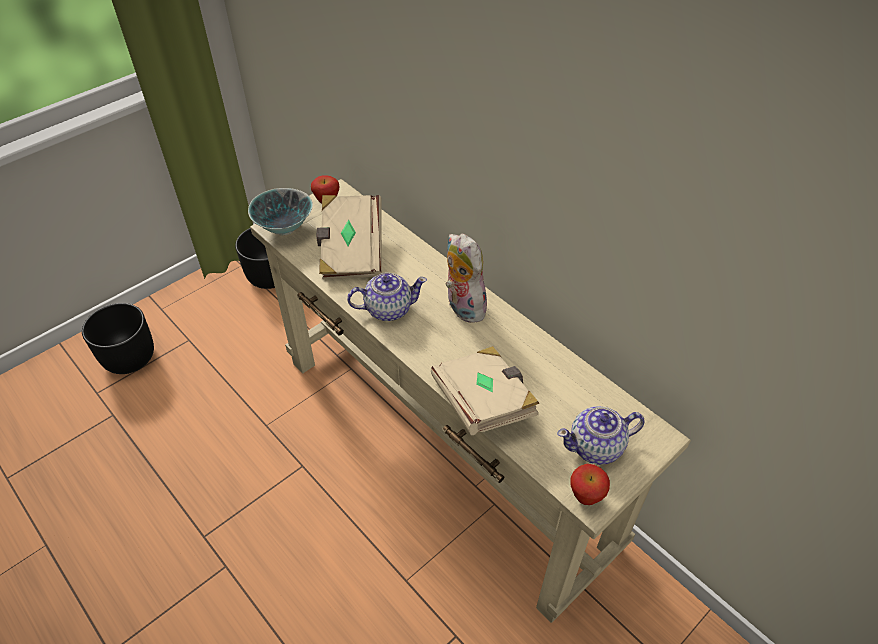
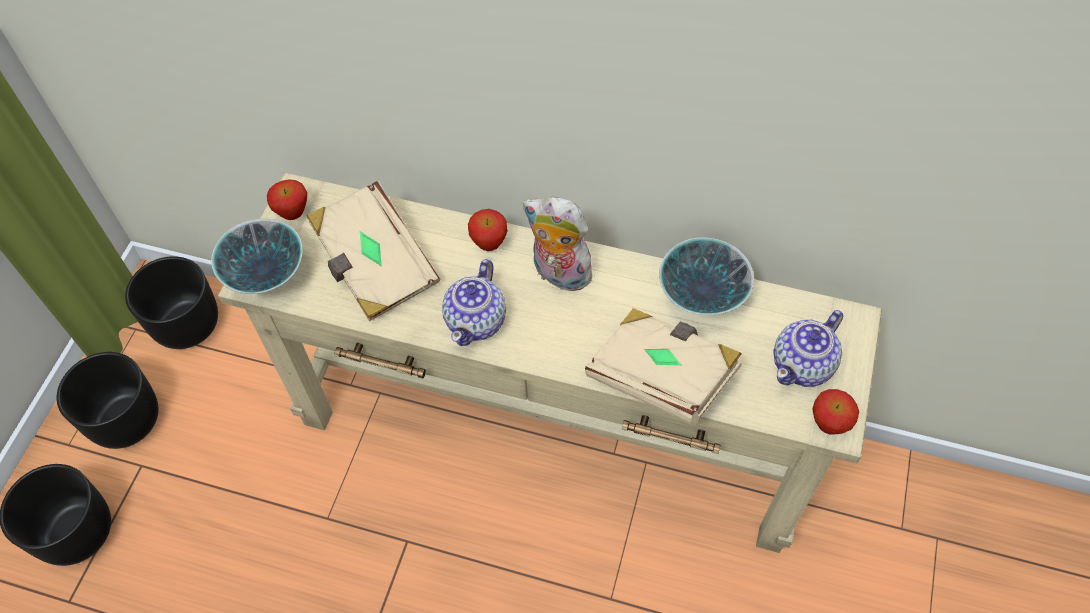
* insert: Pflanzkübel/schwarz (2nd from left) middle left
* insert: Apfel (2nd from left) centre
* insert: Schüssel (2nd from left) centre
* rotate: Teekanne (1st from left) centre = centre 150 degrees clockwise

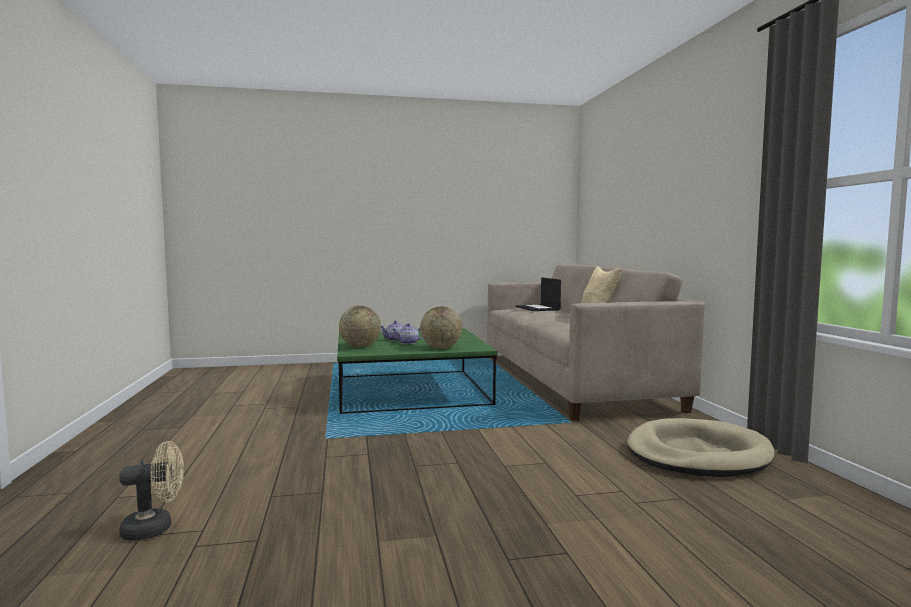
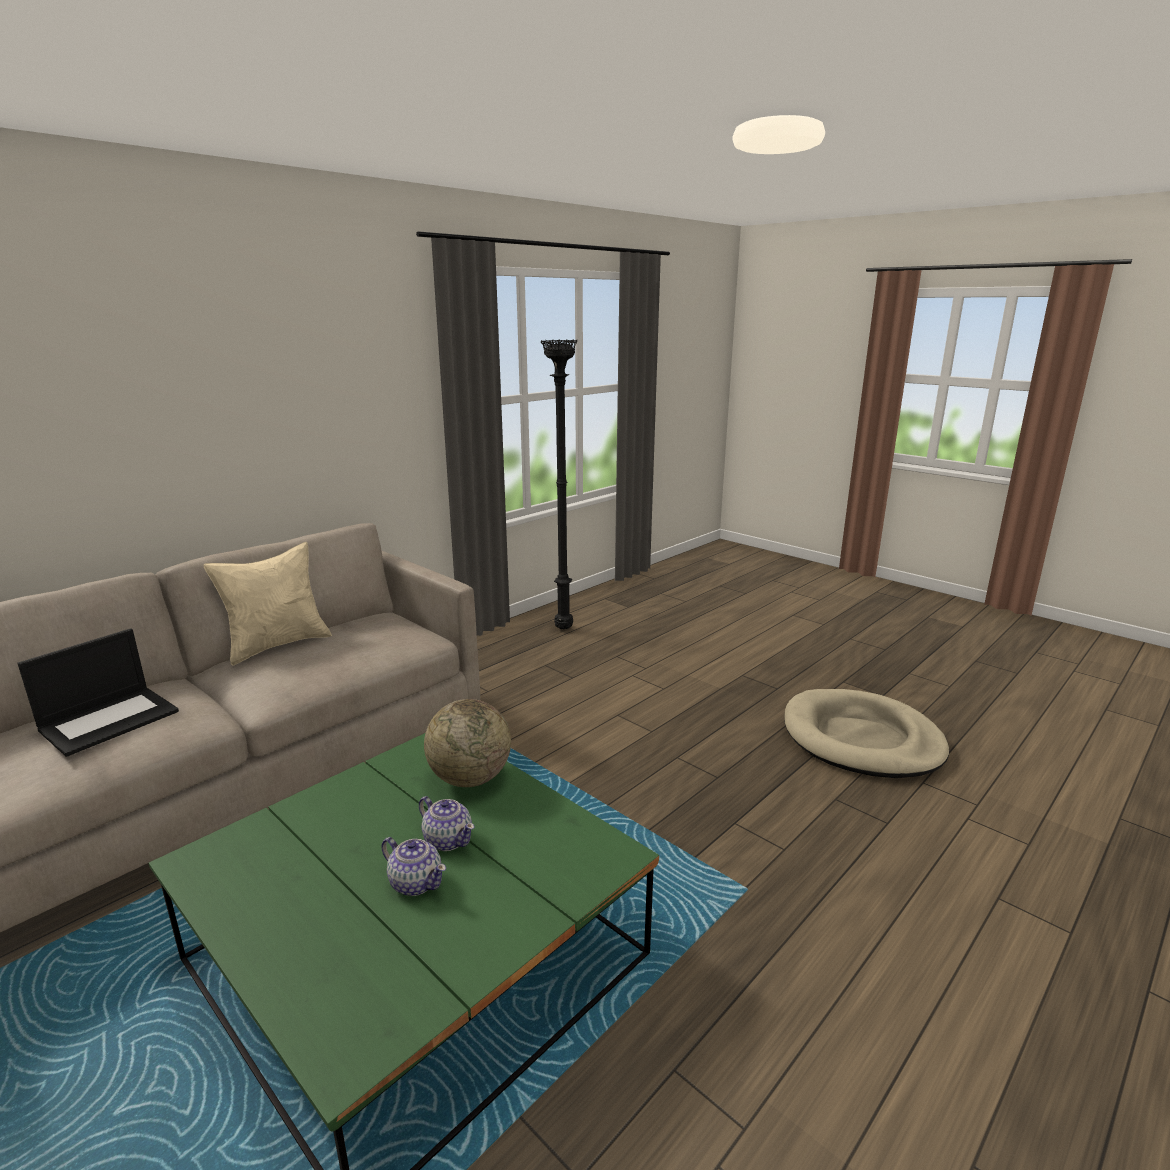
* delete: Ventilator/beige bottom left
* delete: Globus (1st from left) centre
* insert: Stehlampe/schwarz centre
* move: Hundebett/beige bottom right to middle right

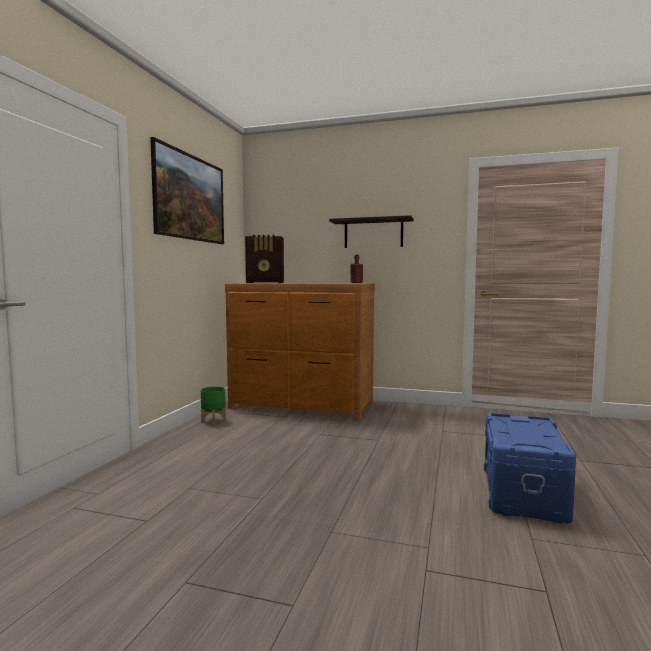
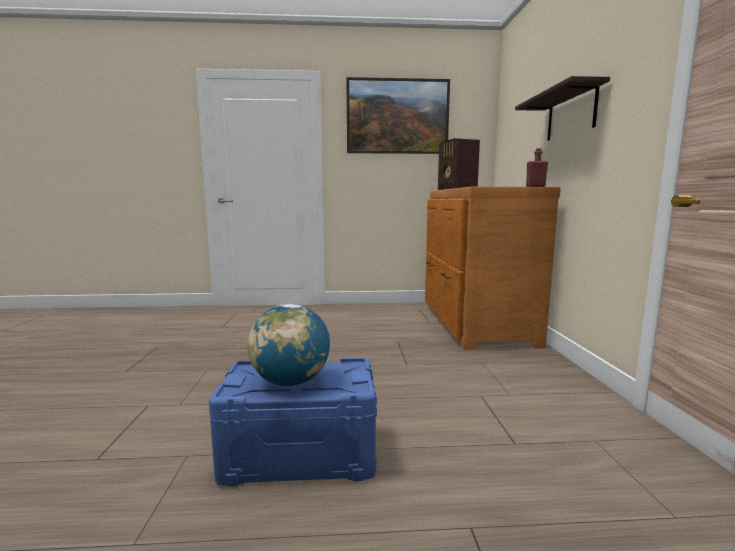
* delete: Pflanzkübel/grün middle left
* insert: Globus centre

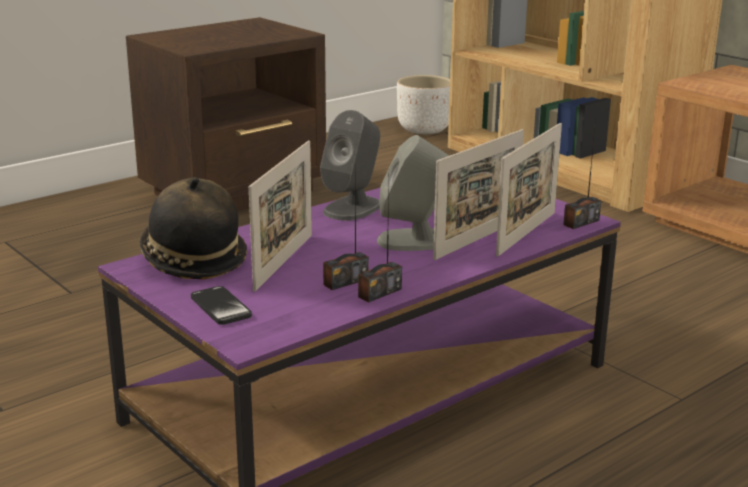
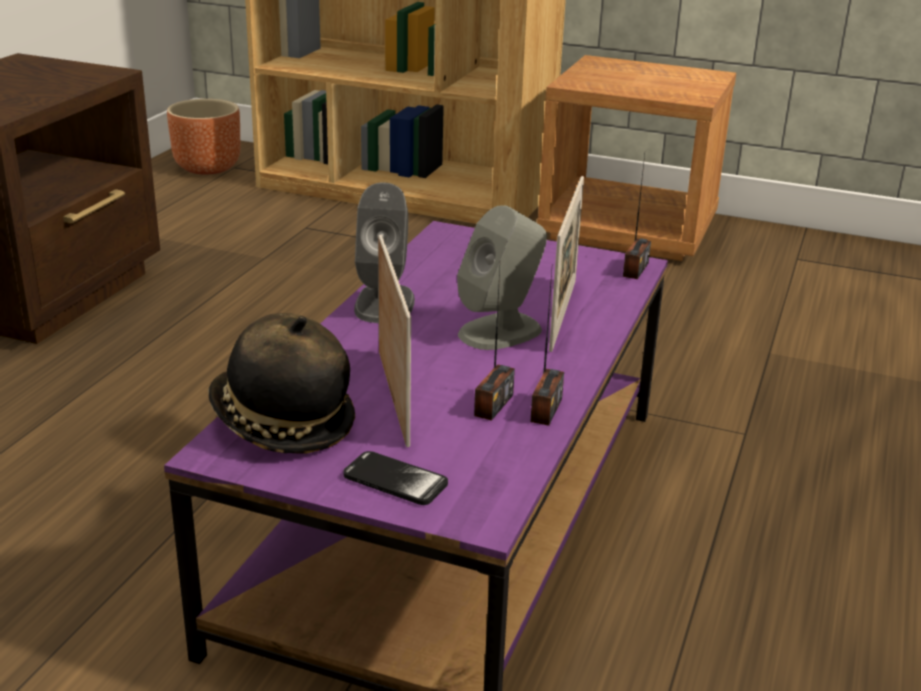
* delete: Bilderrahmen (3rd from left) middle right
* recolor: Pflanzkübel/weiß top centre to Pflanzkübel/braun top left

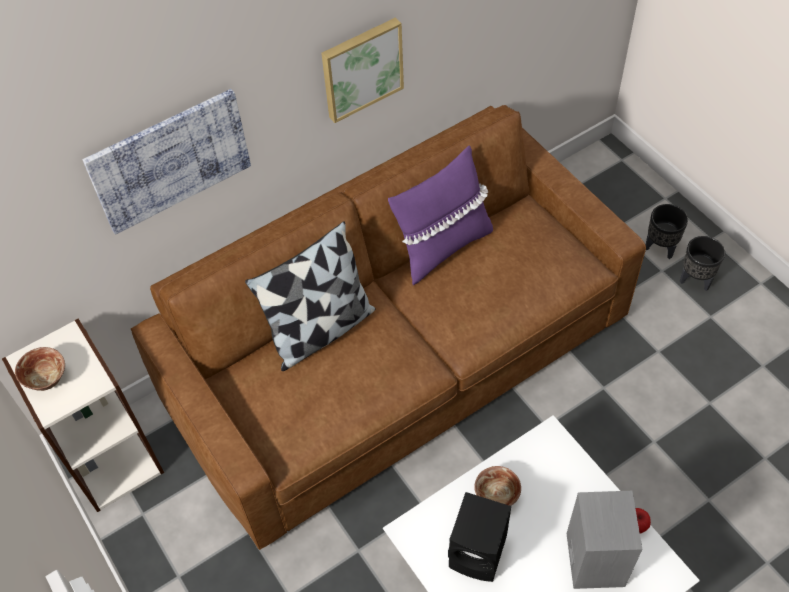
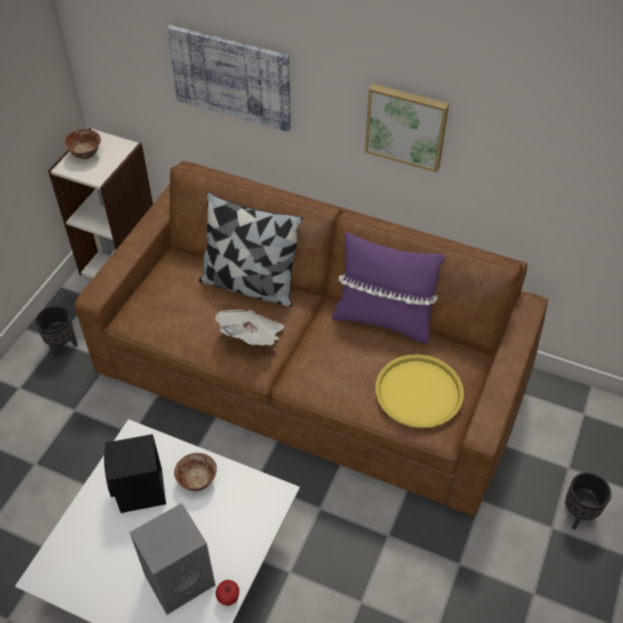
* insert: Zeitung centre
* insert: Tablett/gelb middle right
* move: Pflanzkübel/schwarz (2nd from left in the first image) middle right to Pflanzkübel/schwarz (1st from left) middle left

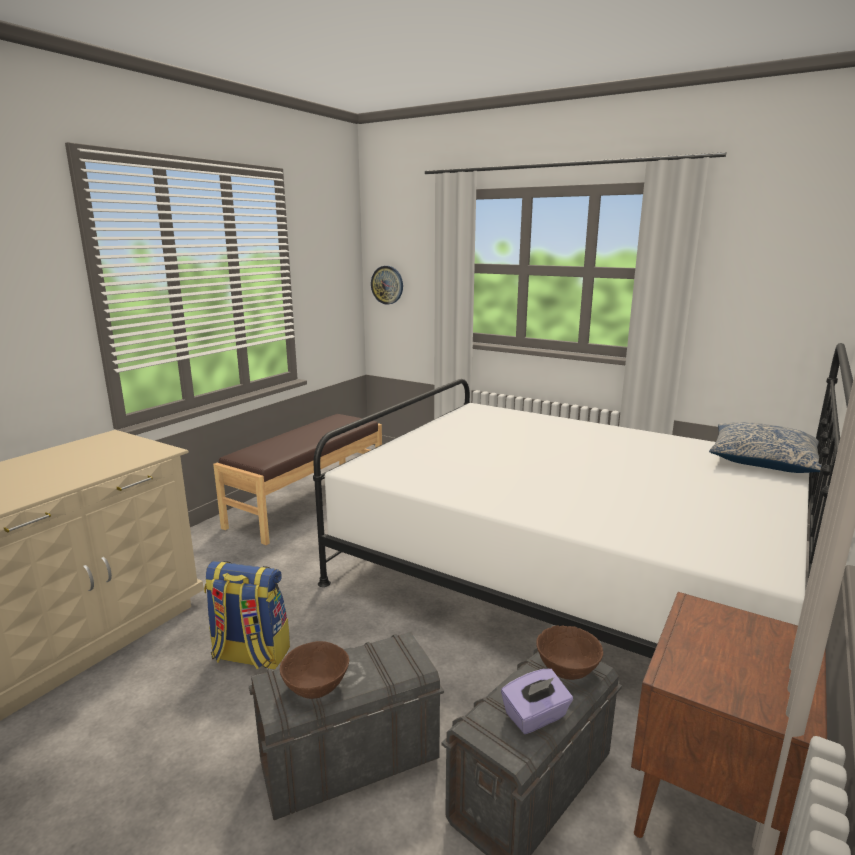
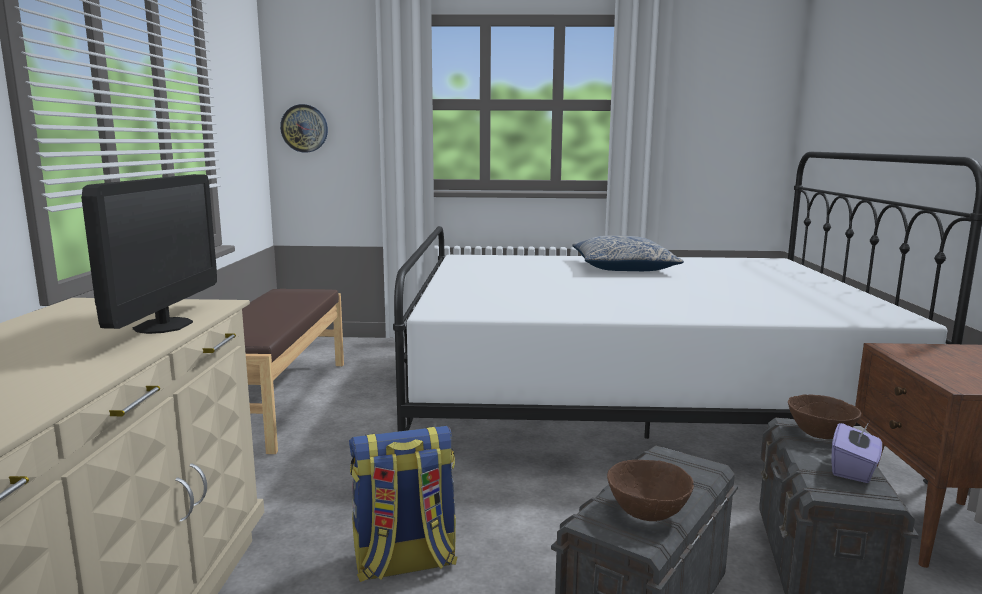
* insert: Monitor middle left
* move: Kissen middle right to centre

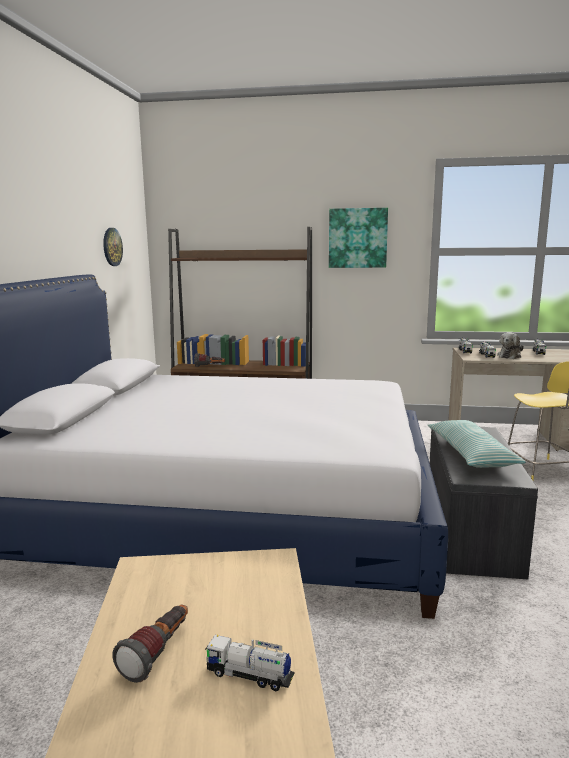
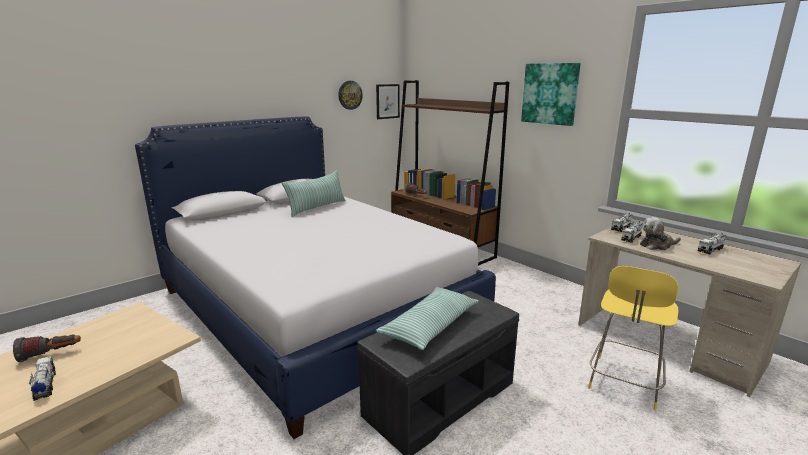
* insert: Kissen (1st from left) centre
* insert: Bild (1st from left) top centre

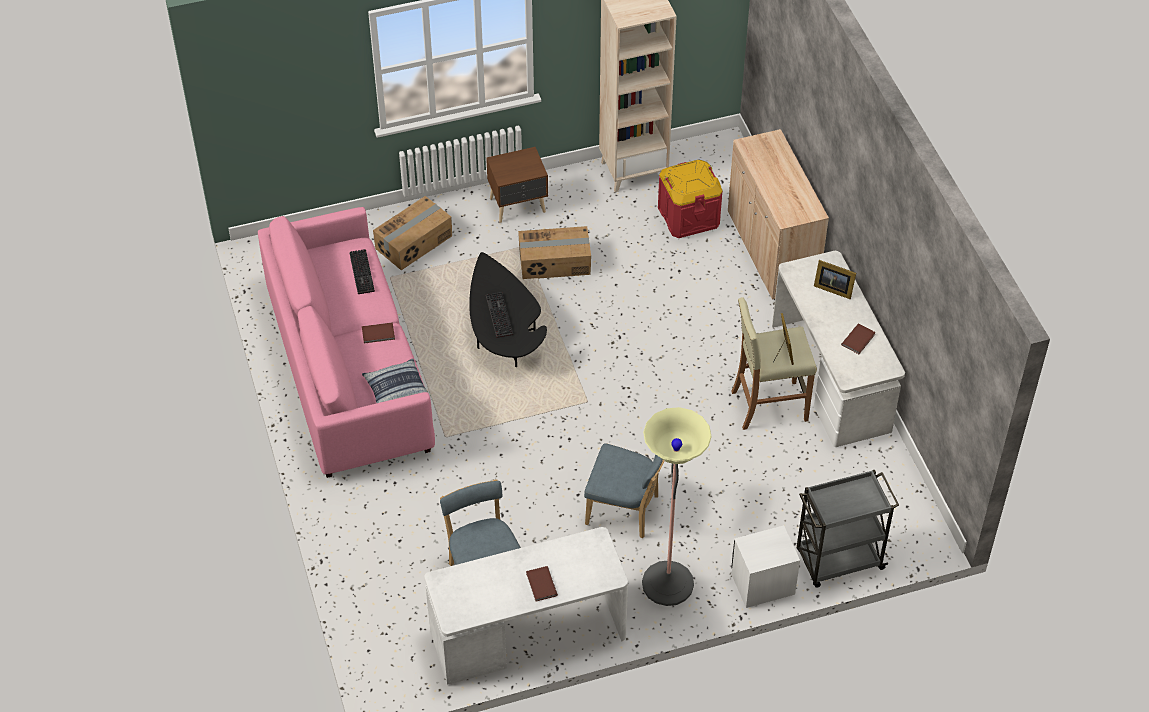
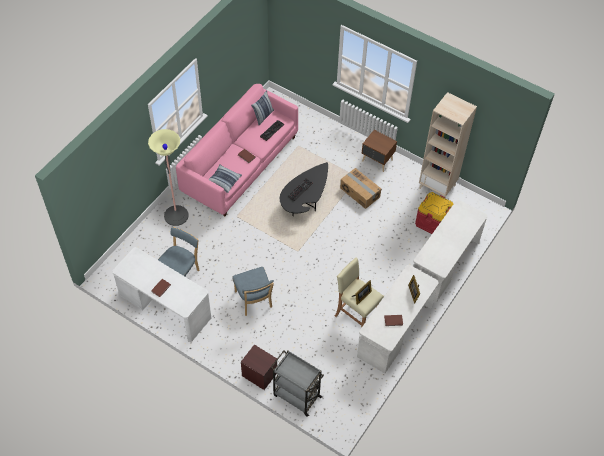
* delete: Karton (1st from left) top centre
* insert: Kissen (2nd from left) top centre
* move: Stehlampe bottom centre to middle left
* replace: Schrank/beige top right to Schreibtisch/weiß (3rd from left) middle right
* recolor: Nachttisch/weiß bottom centre to Nachttisch/braun (1st from left) bottom centre

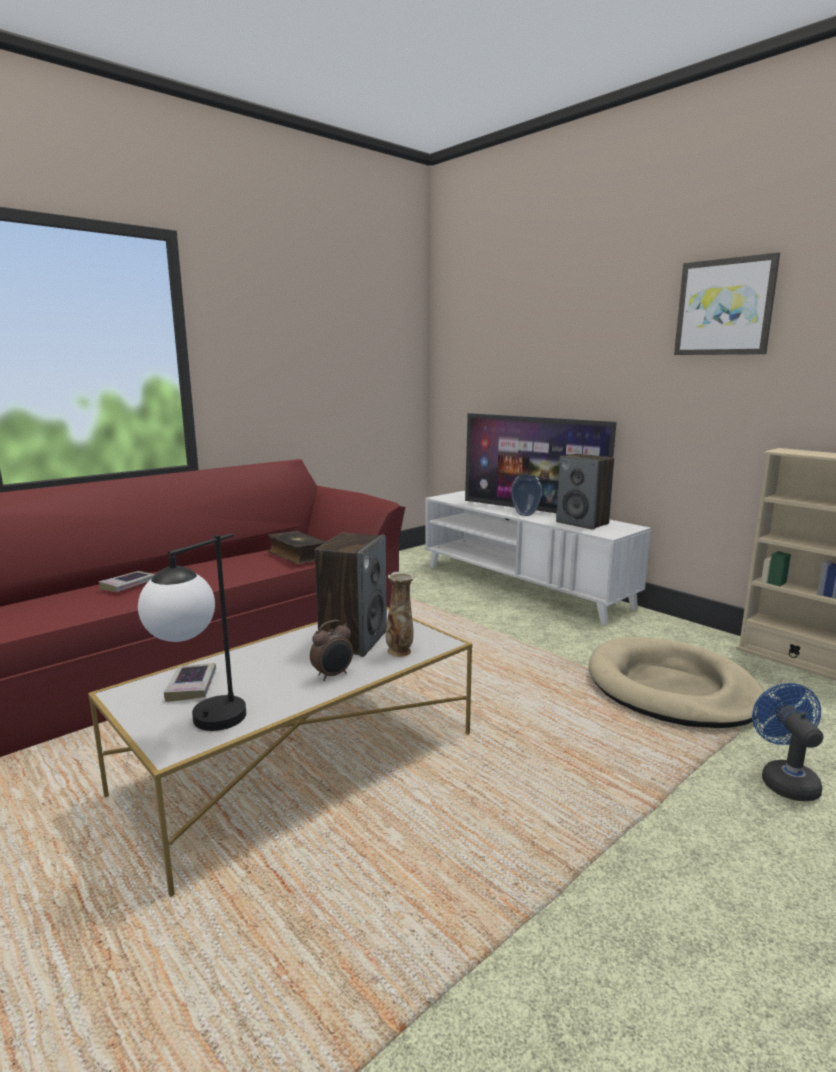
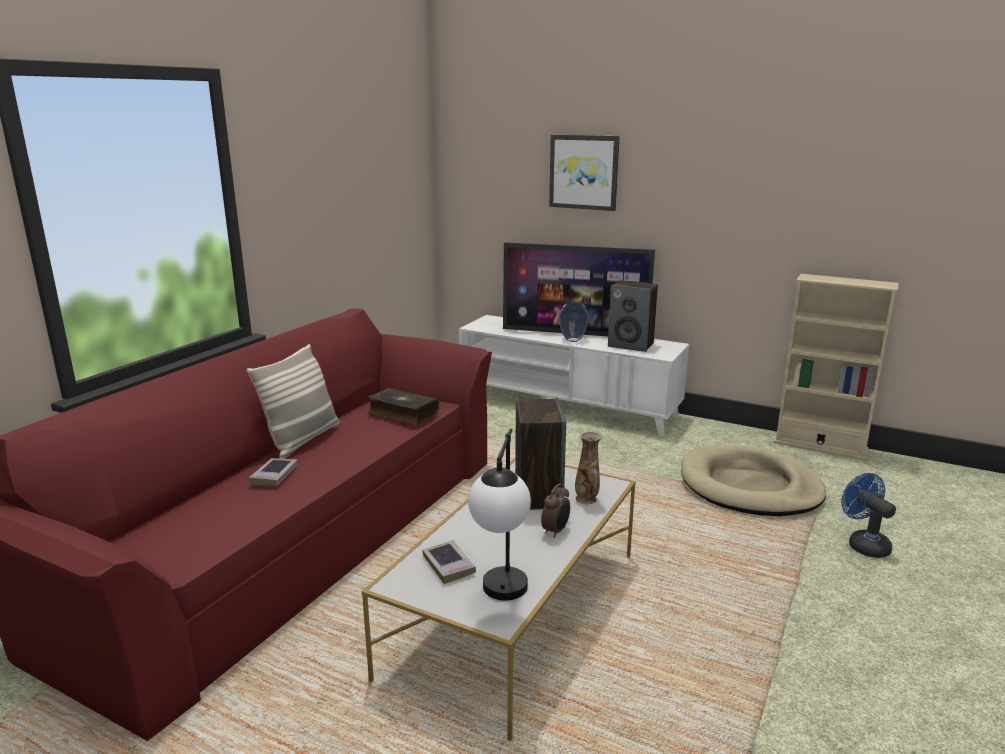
* insert: Kissen middle left
* move: Bild top right to top centre

